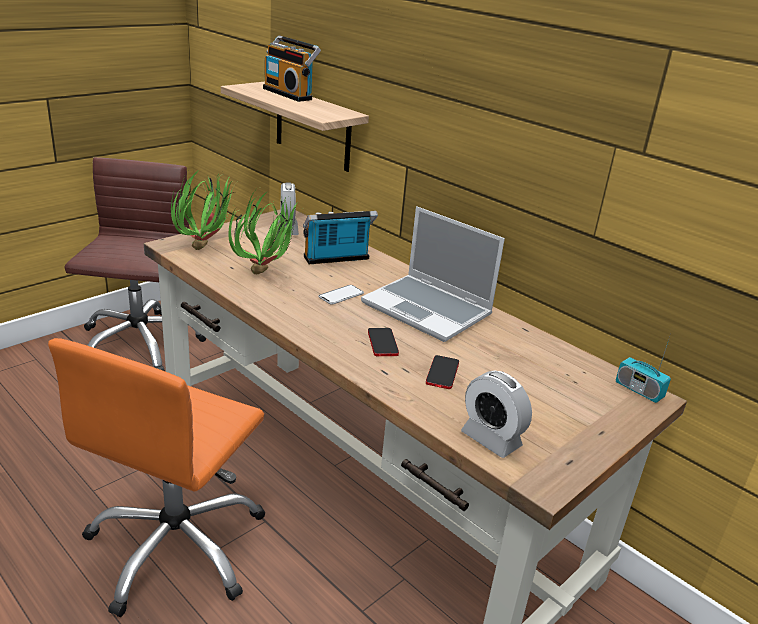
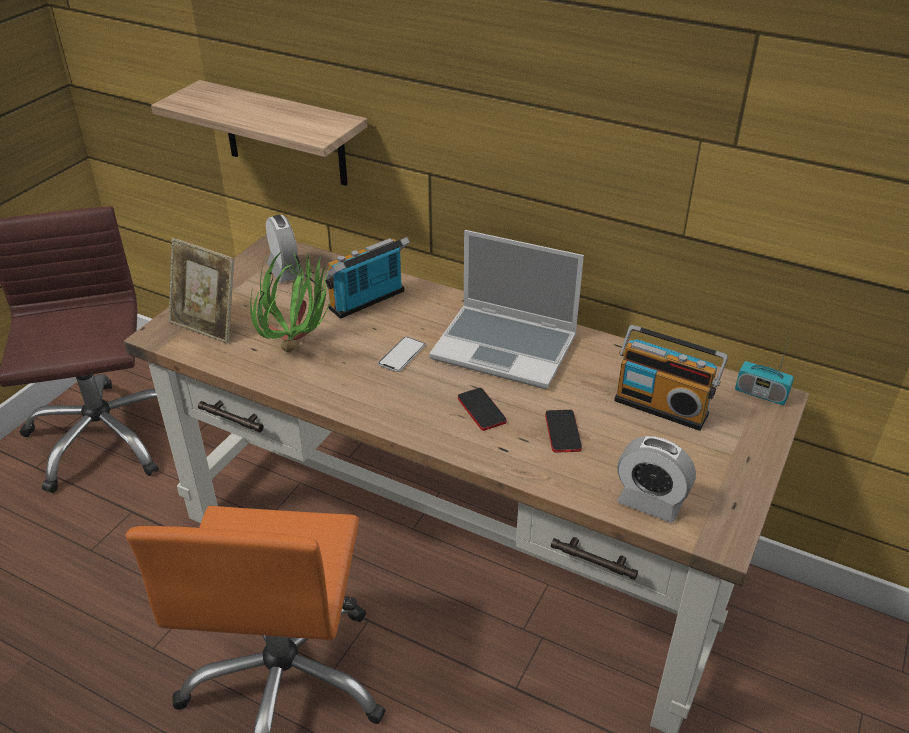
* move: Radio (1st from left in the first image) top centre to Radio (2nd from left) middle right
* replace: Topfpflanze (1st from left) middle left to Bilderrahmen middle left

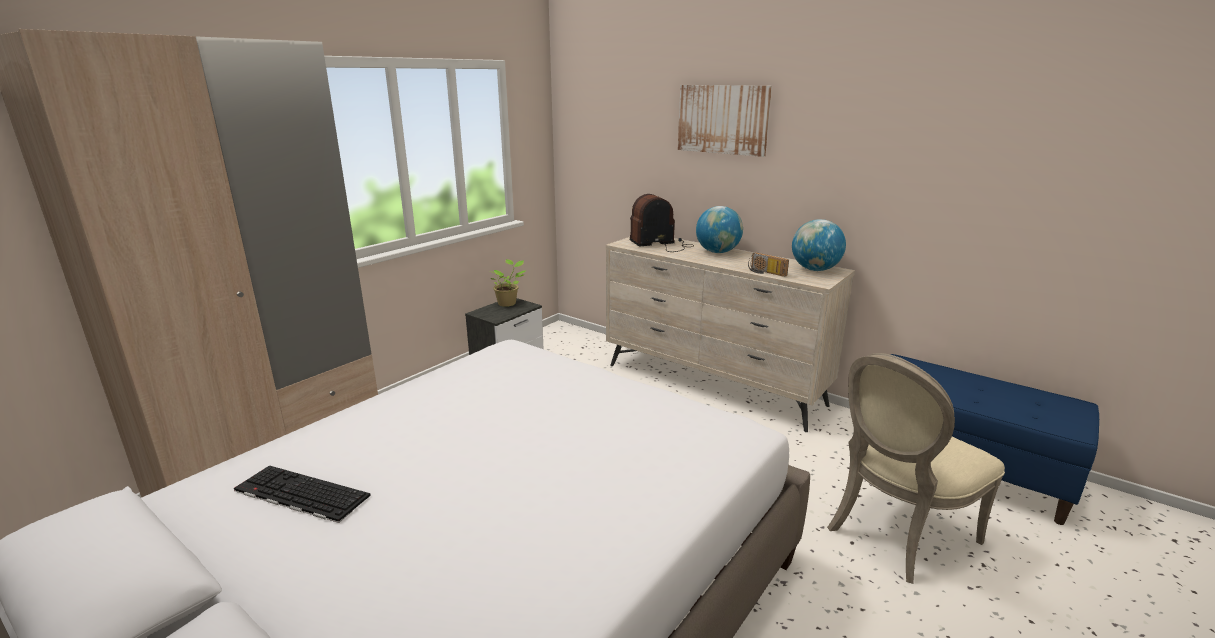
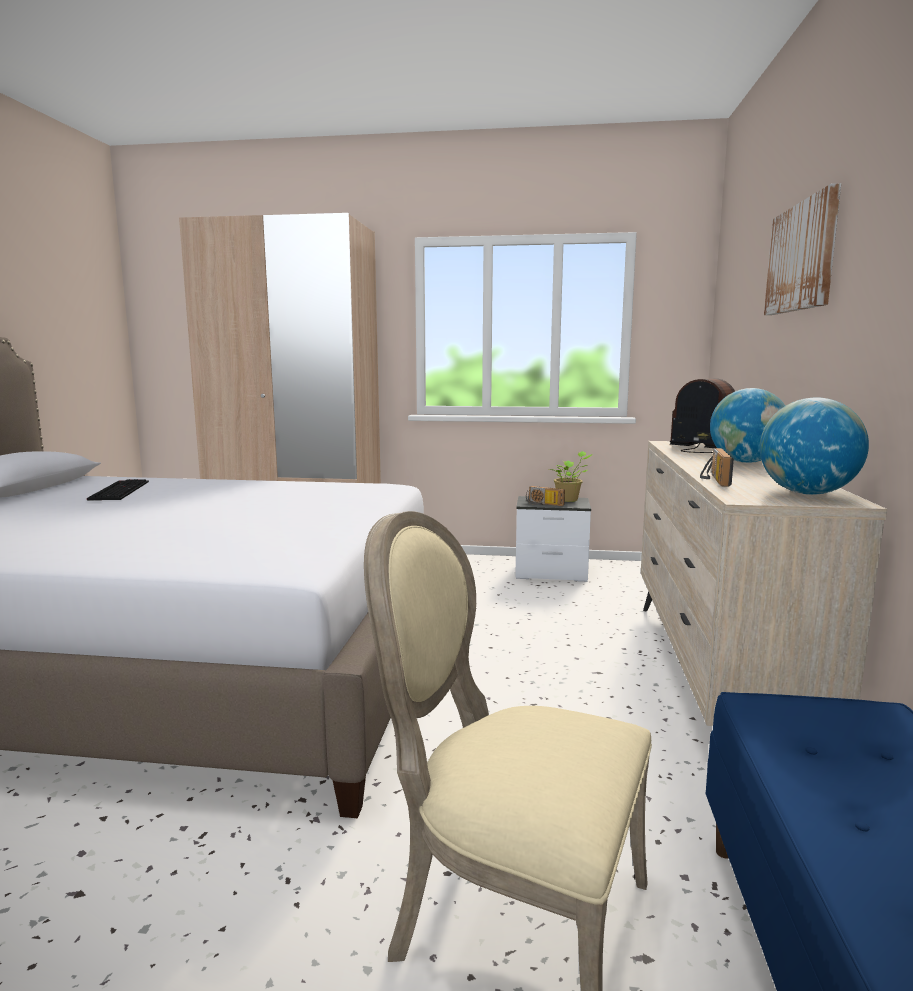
* insert: Radio (1st from left) centre

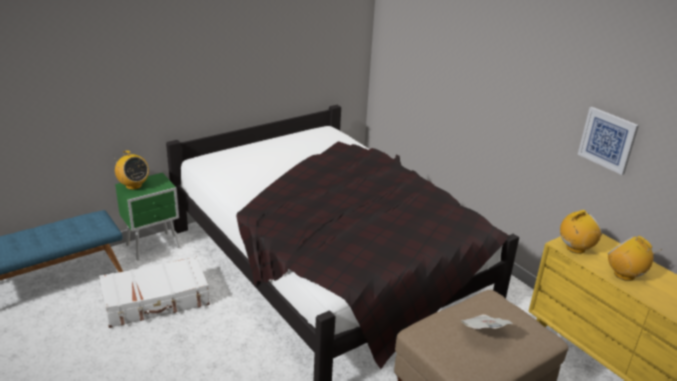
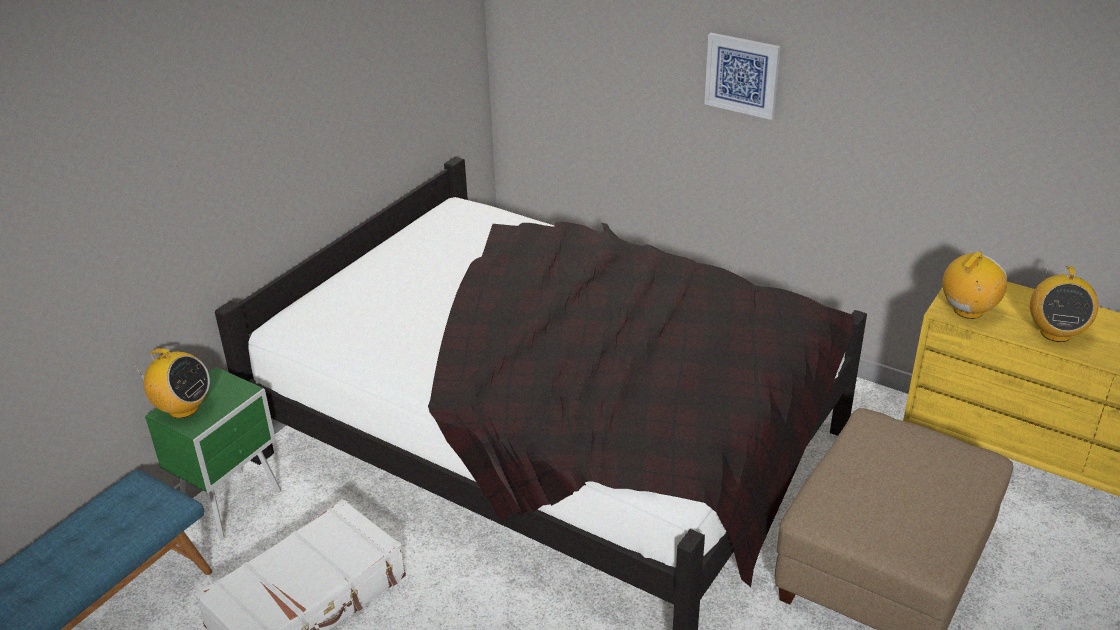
* delete: Zeitung bottom right
* move: Bild middle right to top centre
* rotate: Radio (3rd from left) bottom right = middle right 105 degrees counterclockwise

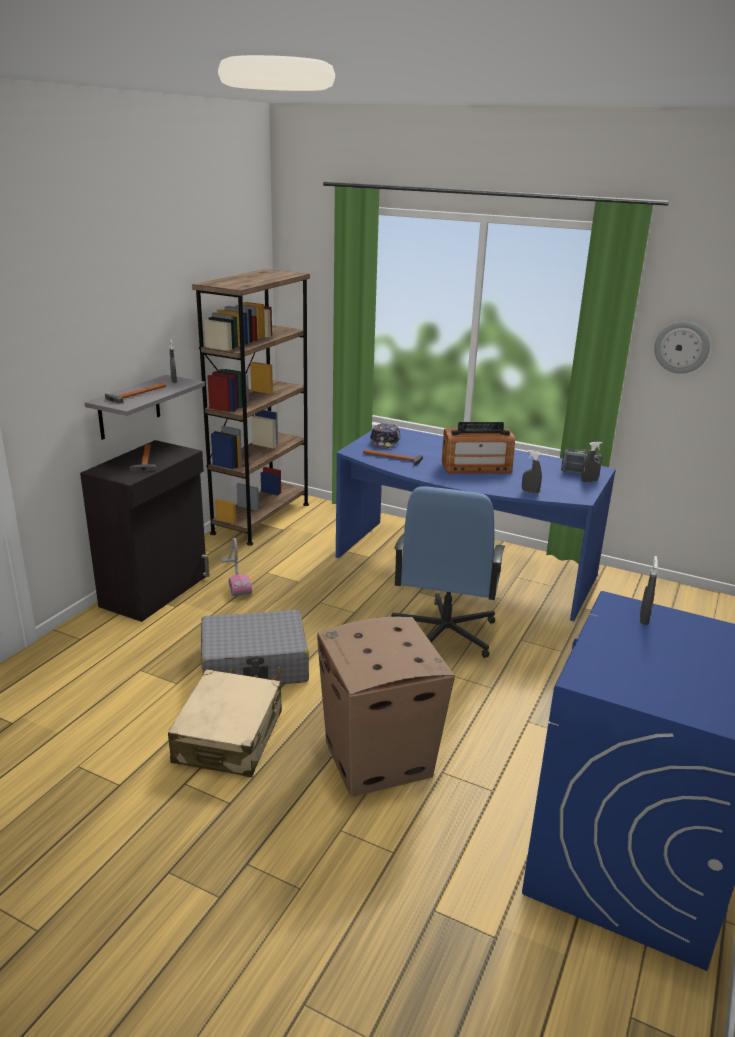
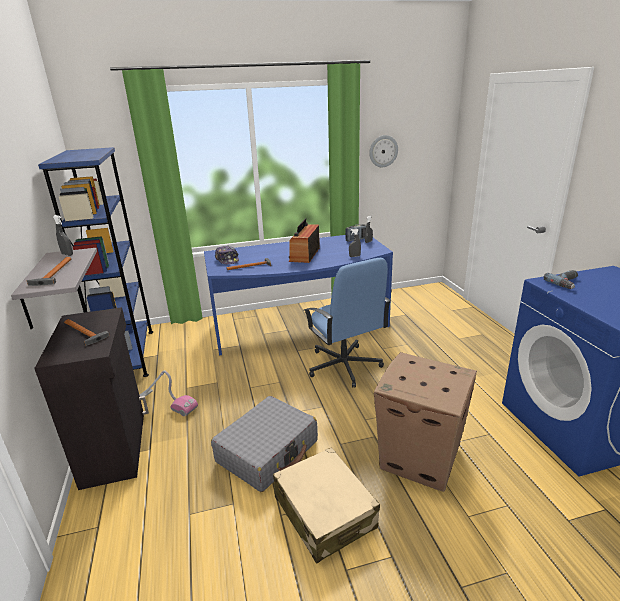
* replace: Sprühflasche/grau (4th from left) middle right to Bohrmaschine middle right
* recolor: Bücherregal/braun centre to Bücherregal/blau middle left
* rotate: Radio (1st from left) centre = centre 150 degrees clockwise

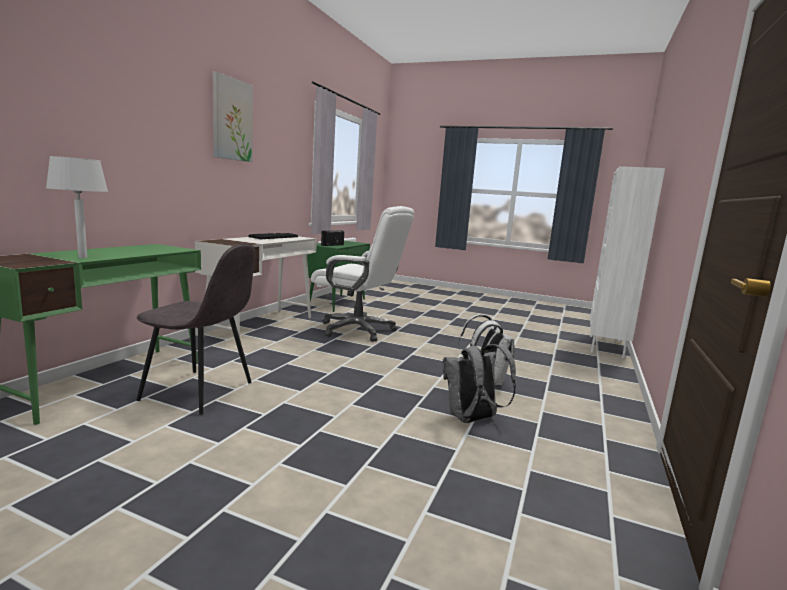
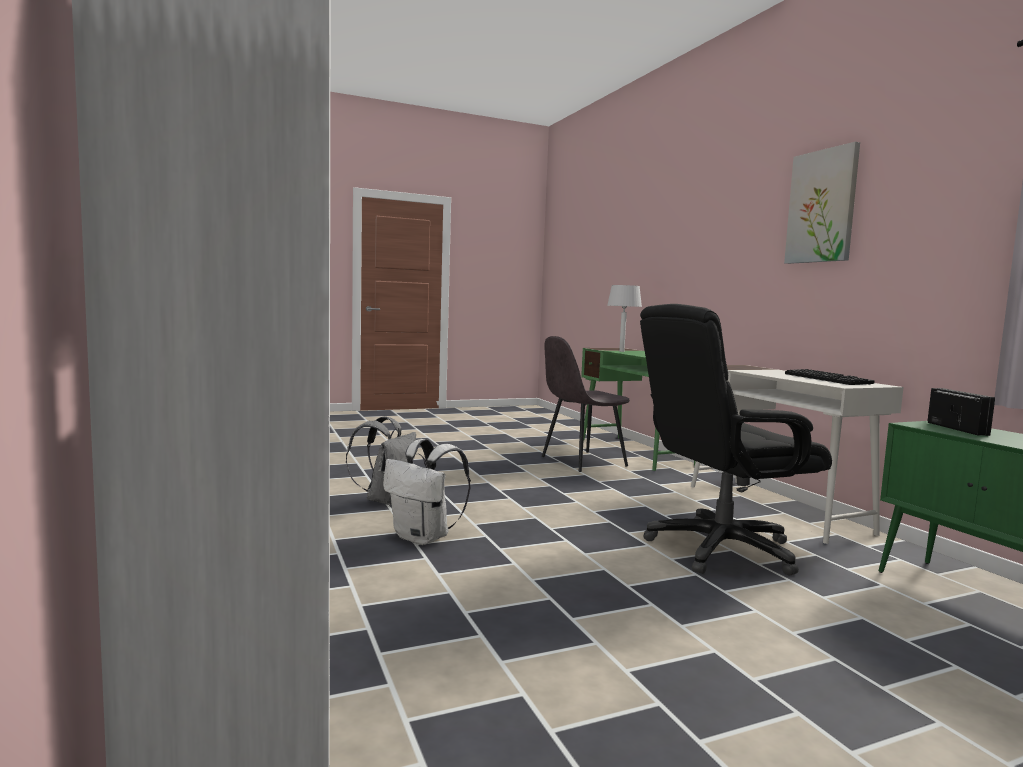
* recolor: Bürostuhl/weiß centre to Bürostuhl/schwarz middle right

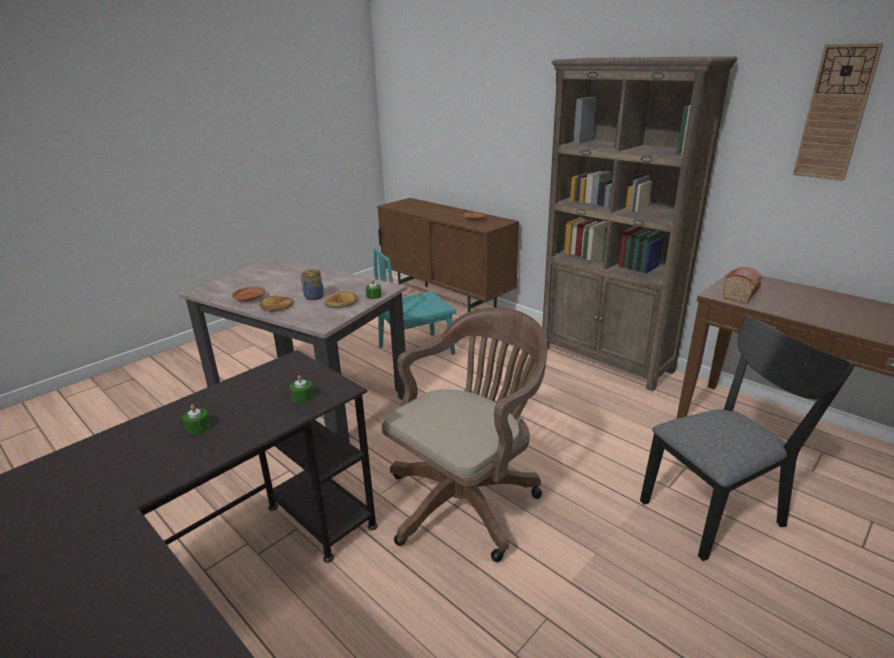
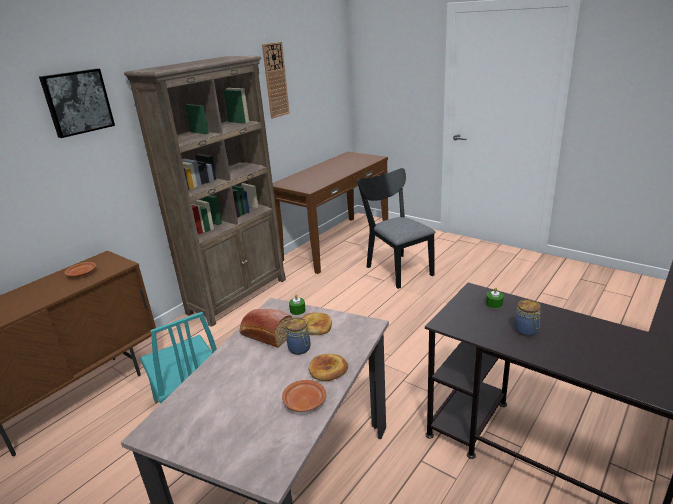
* delete: Kerze/grün (1st from left) middle left
* delete: Bürostuhl/braun centre
* insert: Bild top left
* insert: Vorratsglas (2nd from left) middle right
* move: Brot (3rd from left in the first image) middle right to Brot (1st from left) centre

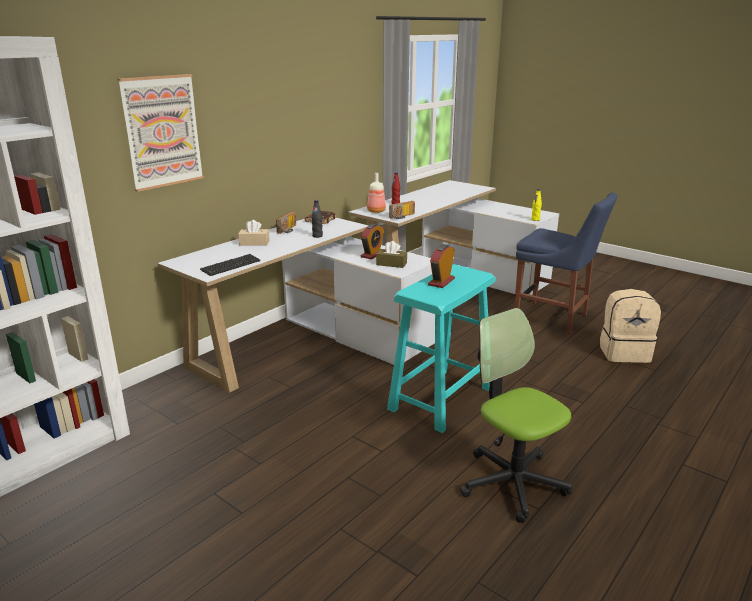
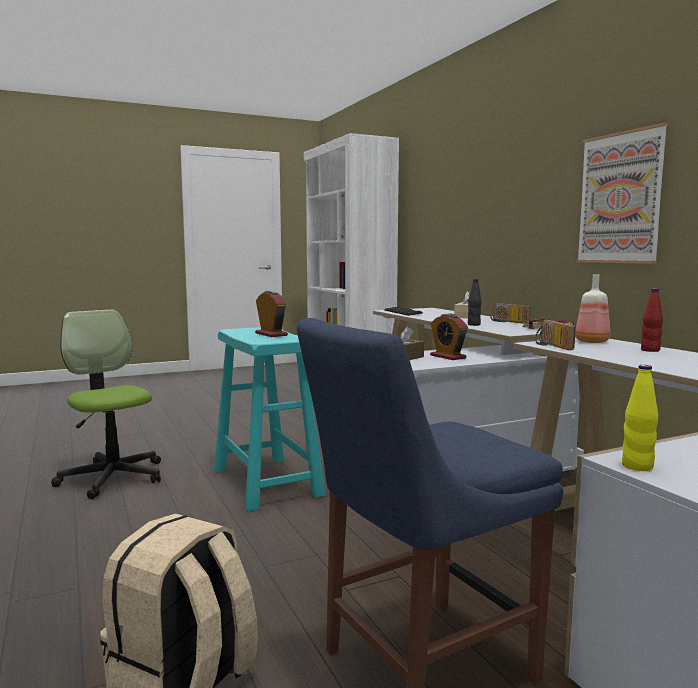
* move: Bild top left to top right
* rotate: Bürostuhl bottom right = middle left 120 degrees counterclockwise

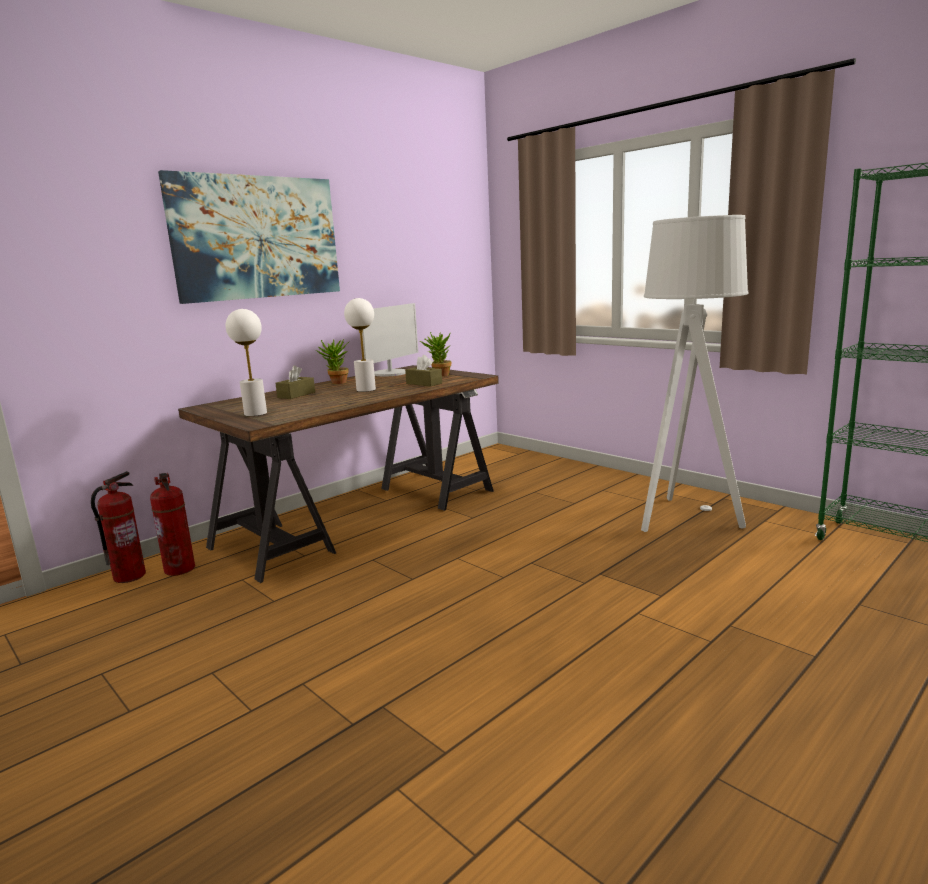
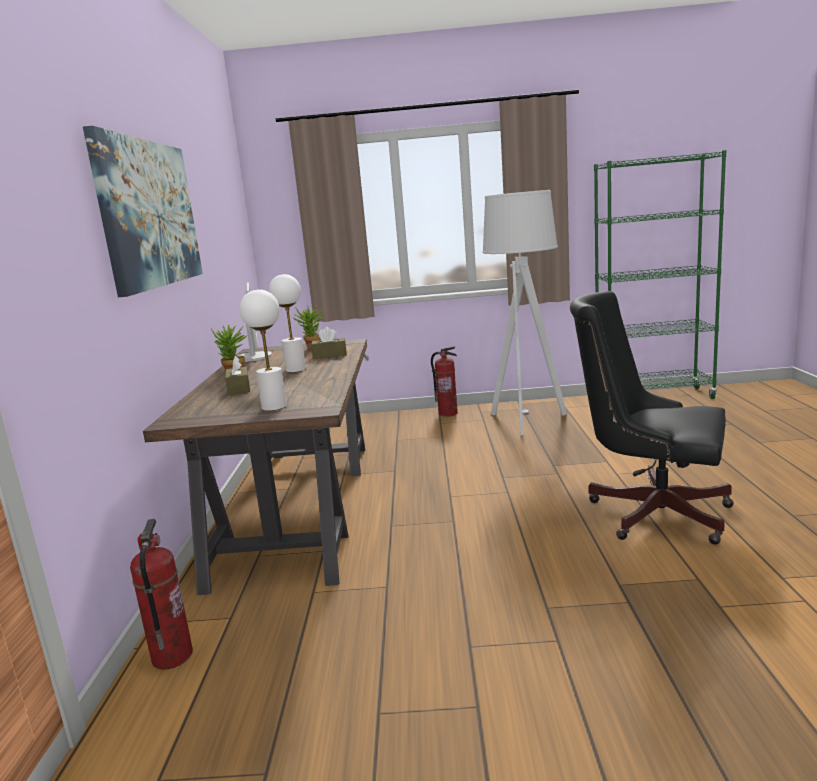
* insert: Bürostuhl/schwarz middle right
* move: Feuerlöscher (2nd from left) middle left to centre

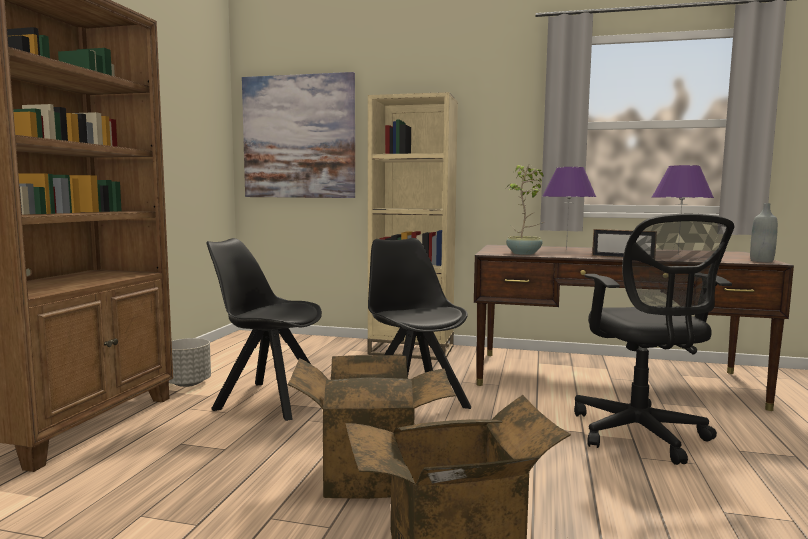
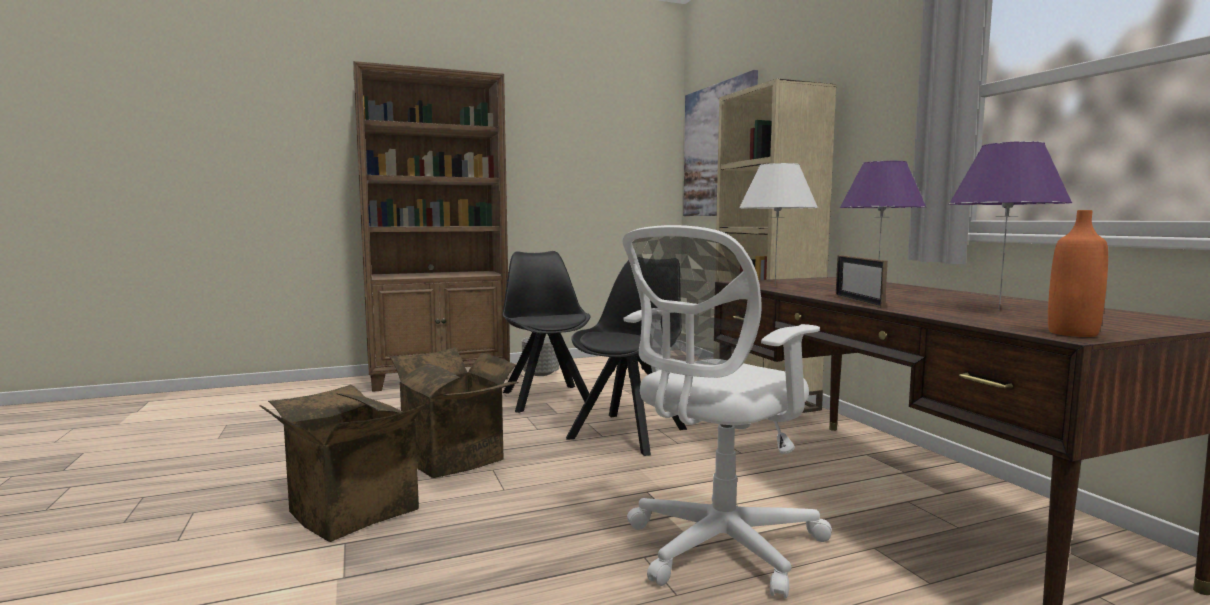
* replace: Topfpflanze centre to Tischlampe/weiß centre
* recolor: Bürostuhl/schwarz middle right to Bürostuhl/weiß bottom centre
* recolor: Flasche/grau middle right to Flasche/orange middle right

